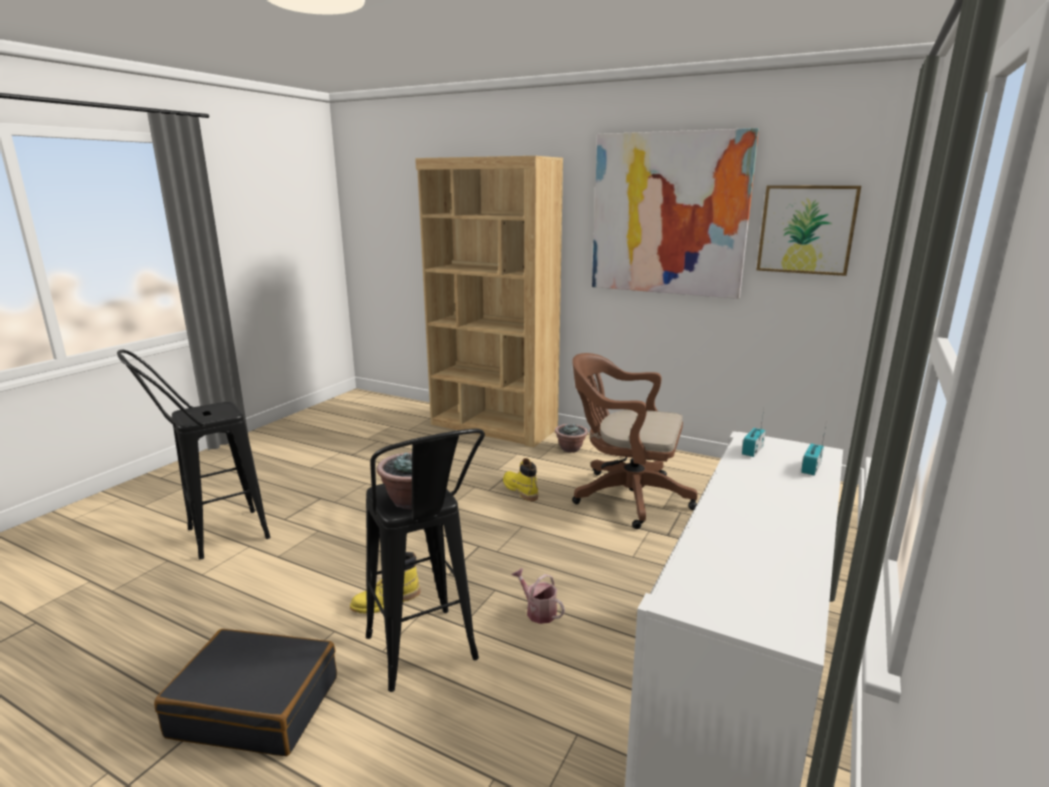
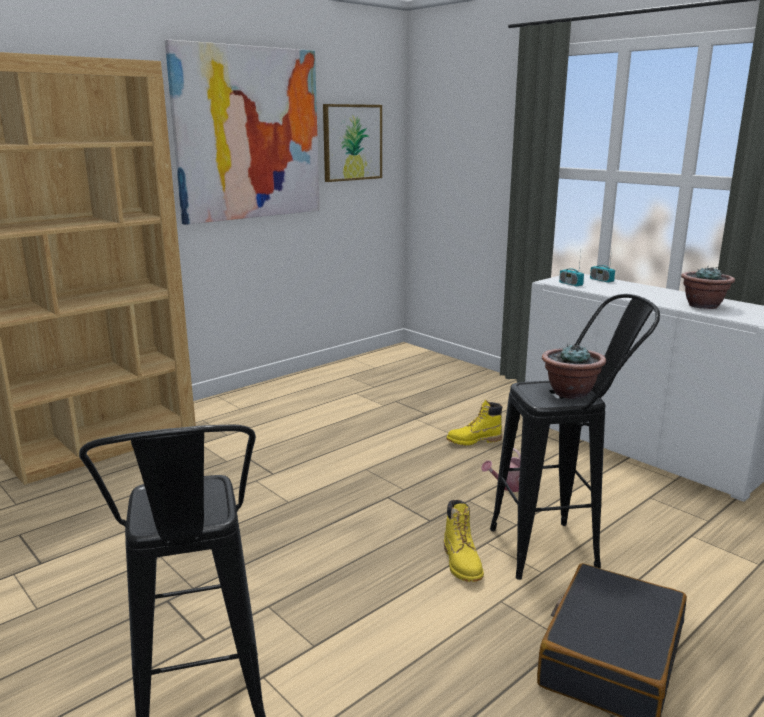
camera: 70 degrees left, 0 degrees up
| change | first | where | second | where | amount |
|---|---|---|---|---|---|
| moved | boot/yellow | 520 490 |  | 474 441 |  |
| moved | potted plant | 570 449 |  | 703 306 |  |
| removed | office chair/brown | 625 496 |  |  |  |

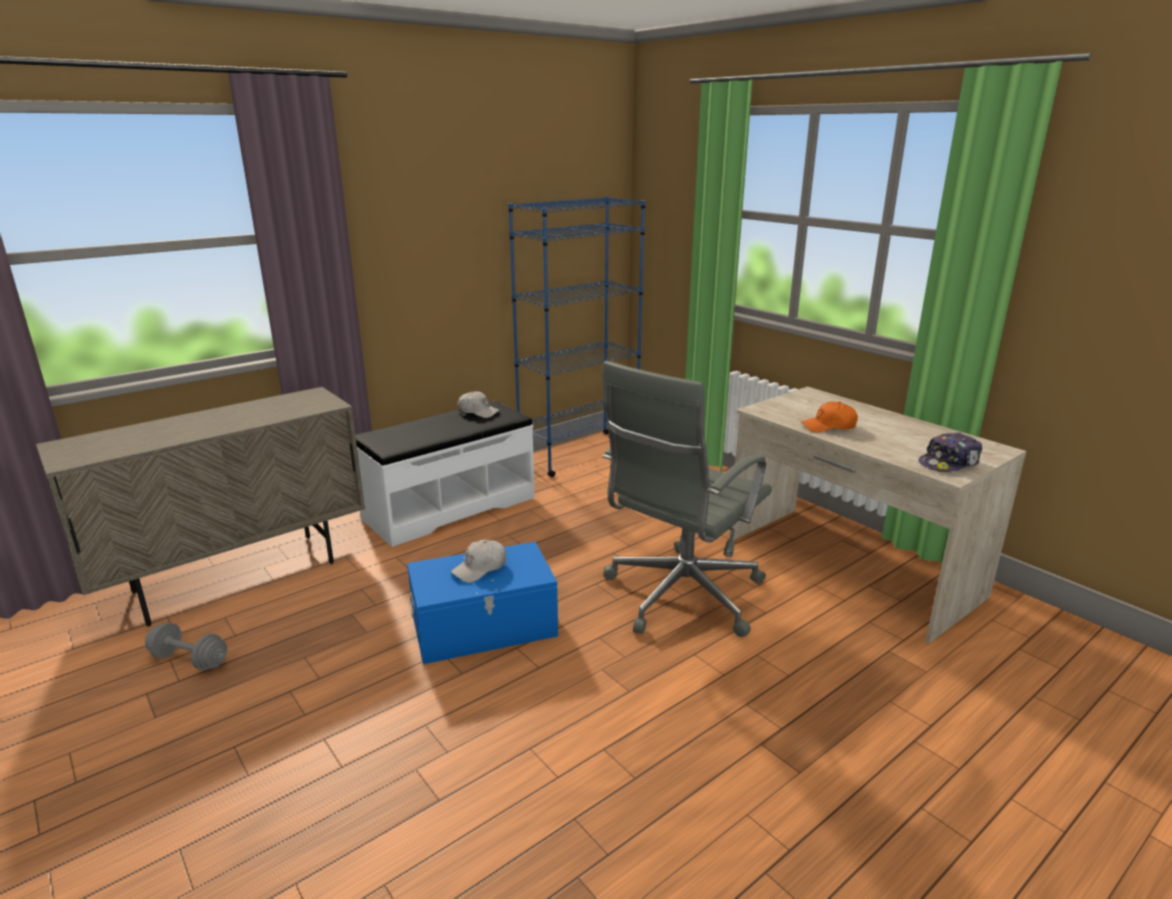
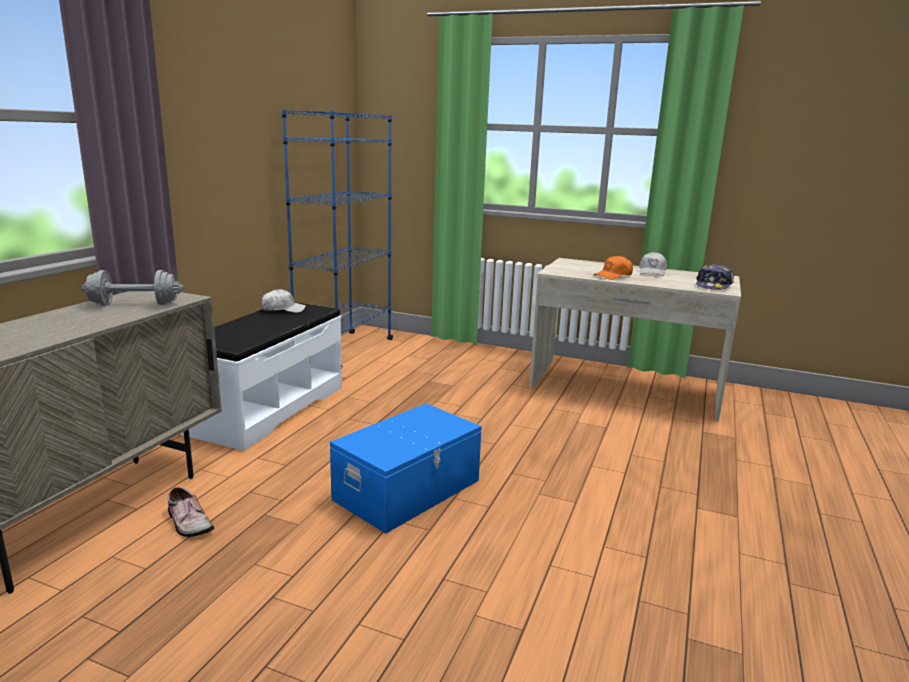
camera: 30 degrees left, 5 degrees down
| change | first | where | second | where | amount |
|---|---|---|---|---|---|
| moved | dumbbell/grey | 189 660 |  | 135 304 |  |
| moved | cap/white | 480 568 |  | 652 272 |  |
| removed | office chair/grey | 680 596 |  |  |  |
| added |  |  | shoe | 187 522 |  |

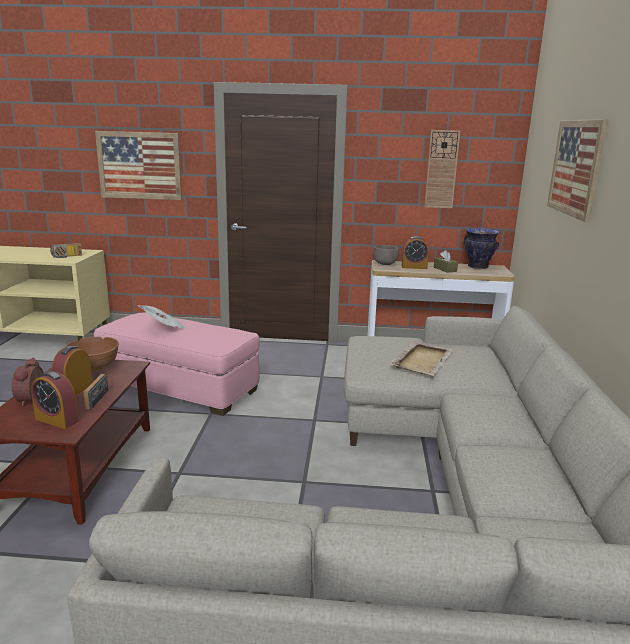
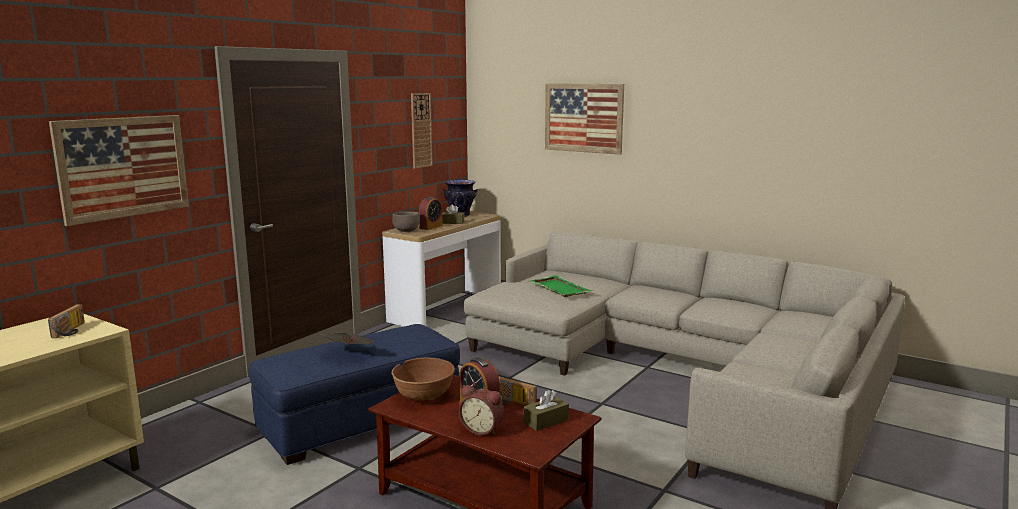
camera: 60 degrees left, 5 degrees down
| change | first | where | second | where | amount |
|---|---|---|---|---|---|
| replaced | alarm clock | 56 420 | tissue box/brown | 546 421 |  |
| recoloured | ottoman/pink | 179 387 | ottoman/blue | 360 422 |  |
| recoloured | tray/beige | 422 360 | tray/green | 559 288 |  |

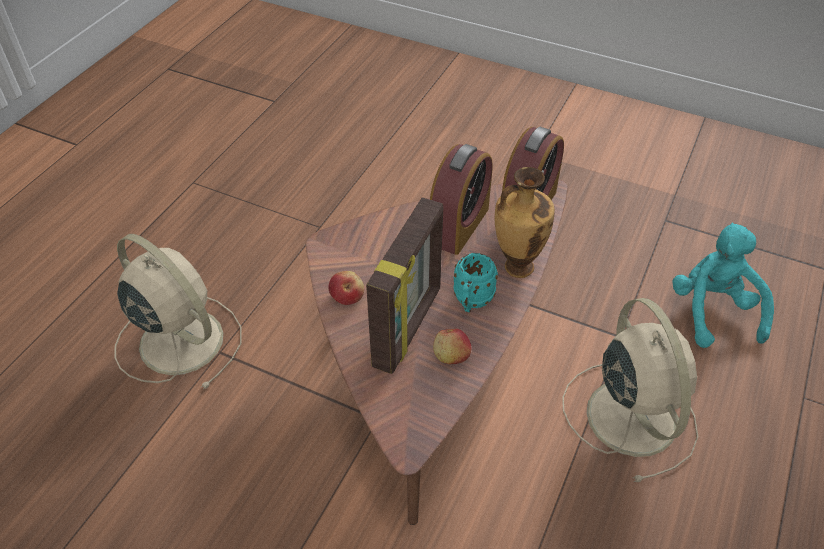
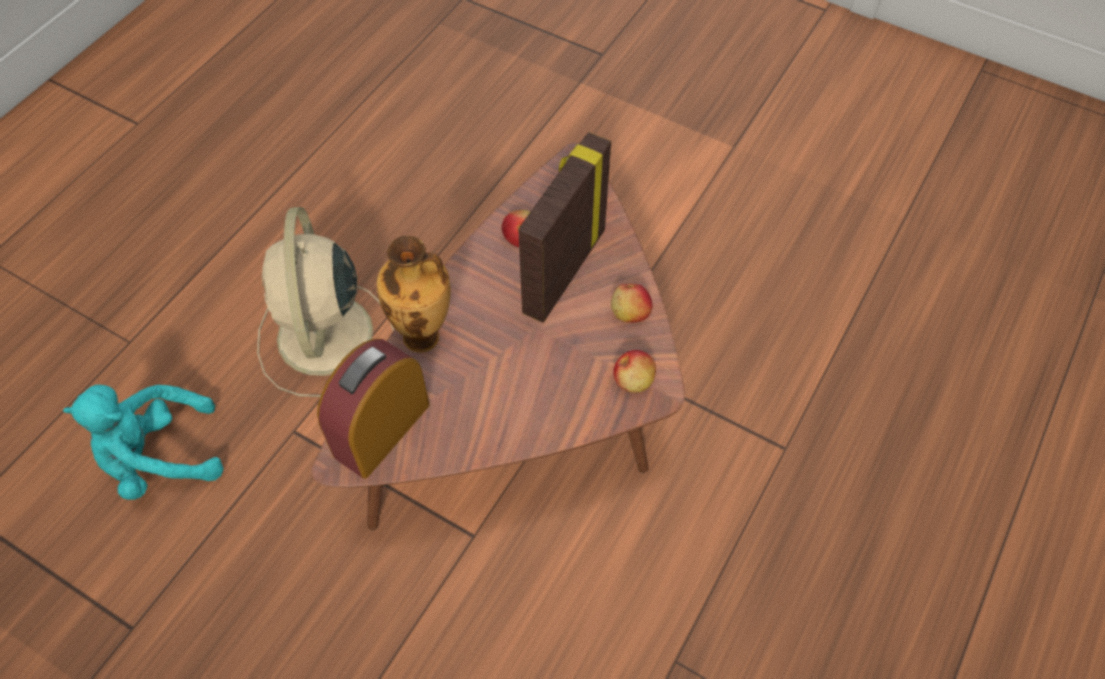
camera: 175 degrees left, 10 degrees up
| change | first | where | second | where | amount |
|---|---|---|---|---|---|
| removed | fan/beige | 179 339 |  |  |  |
| removed | alarm clock | 459 225 |  |  |  |
| removed | mug/turquoise | 471 301 |  |  |  |
| turned | plush toy/turquoise | 713 311 |  | 160 458 | 75 degrees clockwise |
| added |  |  | apple | 633 380 |  |

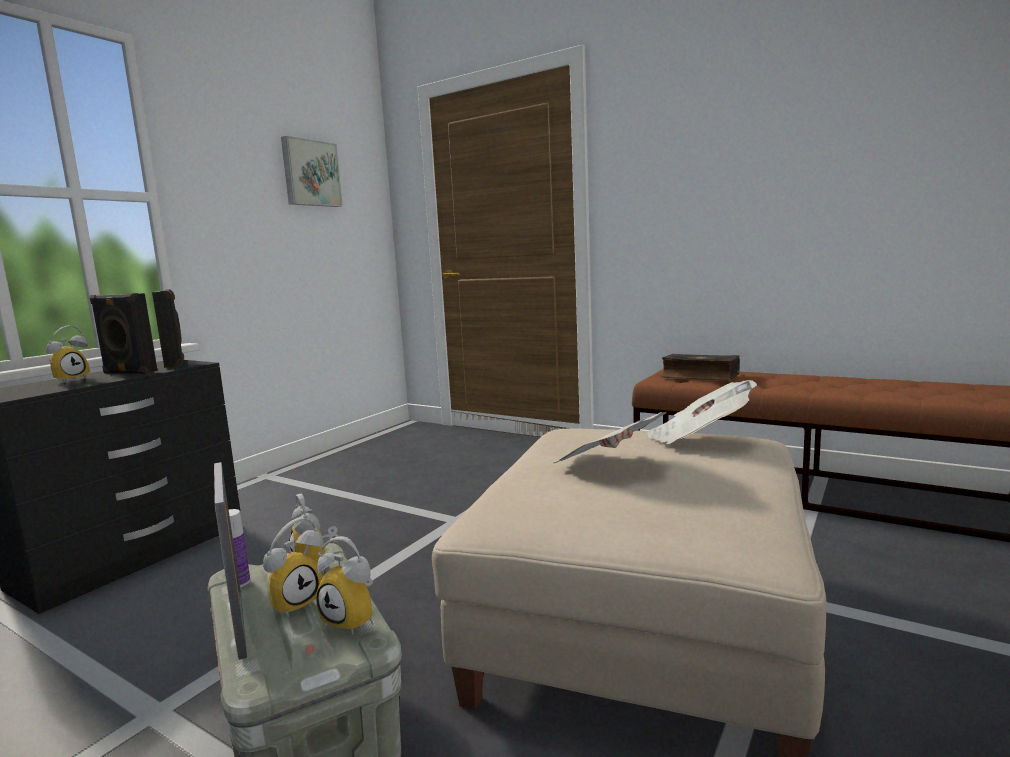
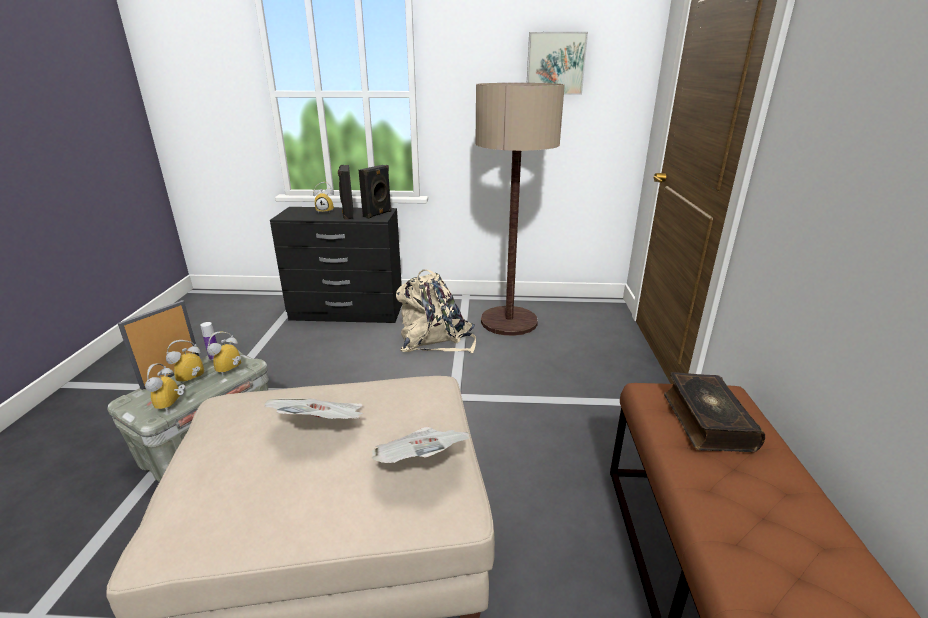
camera: 60 degrees right, 15 degrees up
| change | first | where | second | where | amount |
|---|---|---|---|---|---|
| turned | alarm clock | 296 601 |  | 192 381 | 120 degrees clockwise |
| added |  |  | backpack/beige | 435 340 |  |
| added |  |  | floor lamp | 509 322 |  |

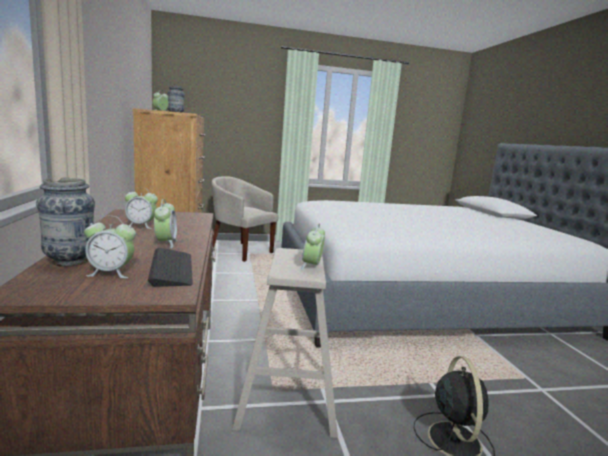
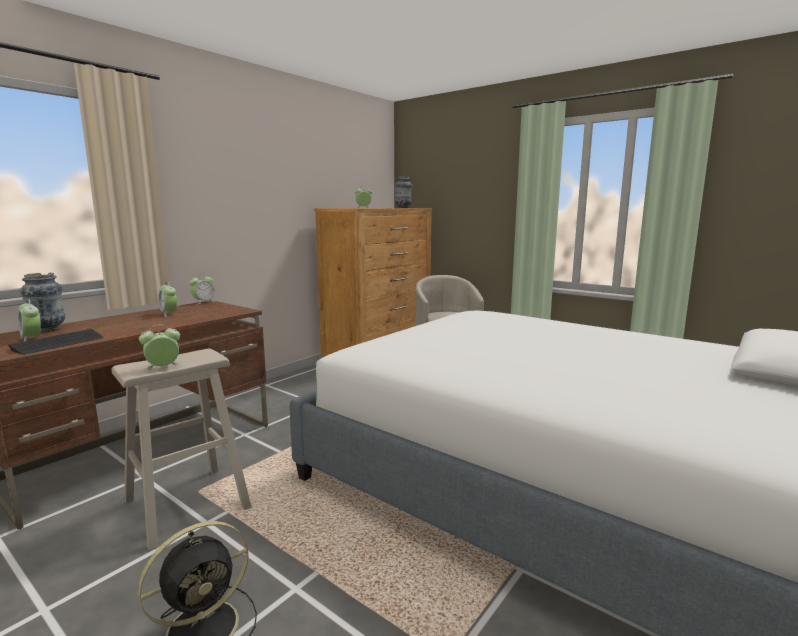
camera: 50 degrees right, 0 degrees up
| change | first | where | second | where | amount |
|---|---|---|---|---|---|
| moved | alarm clock | 166 243 |  | 203 302 |  |

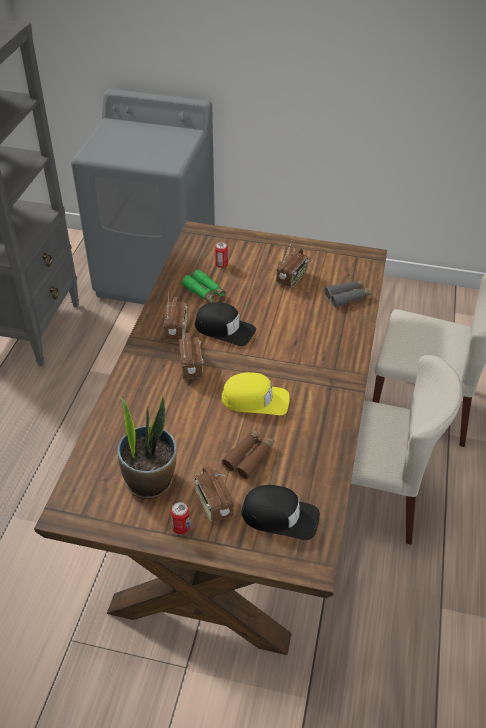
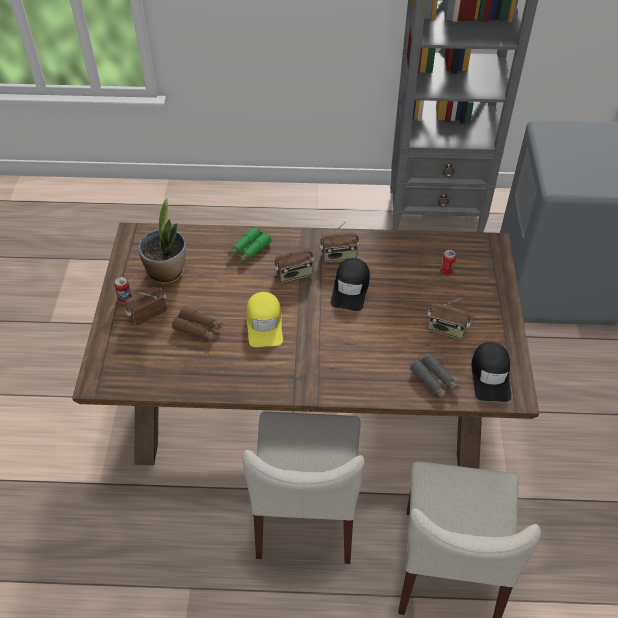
camera: 80 degrees right, 5 degrees up
| change | first | where | second | where | amount |
|---|---|---|---|---|---|
| moved | binoculars/green | 204 292 |  | 249 250 |  |
| moved | cap/black | 280 516 |  | 490 375 |  |

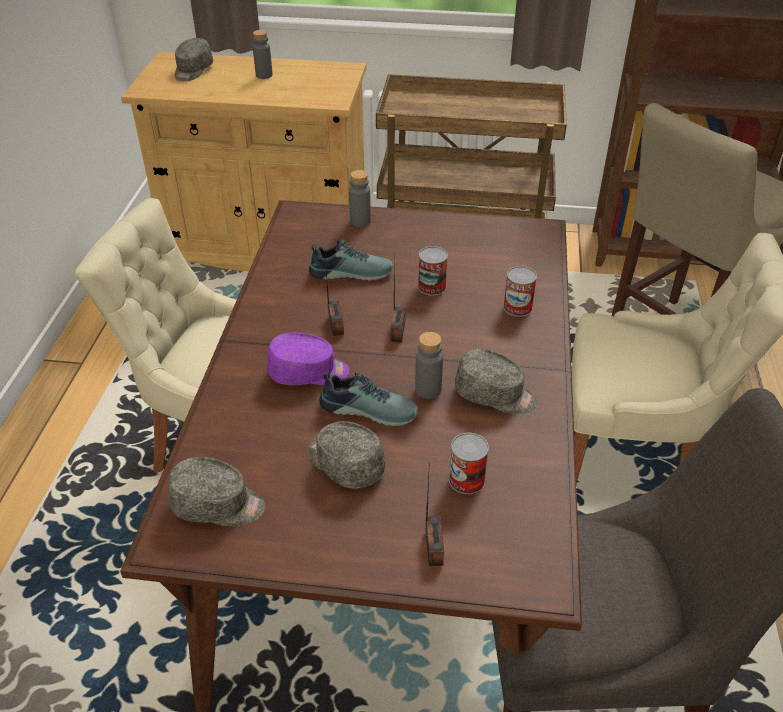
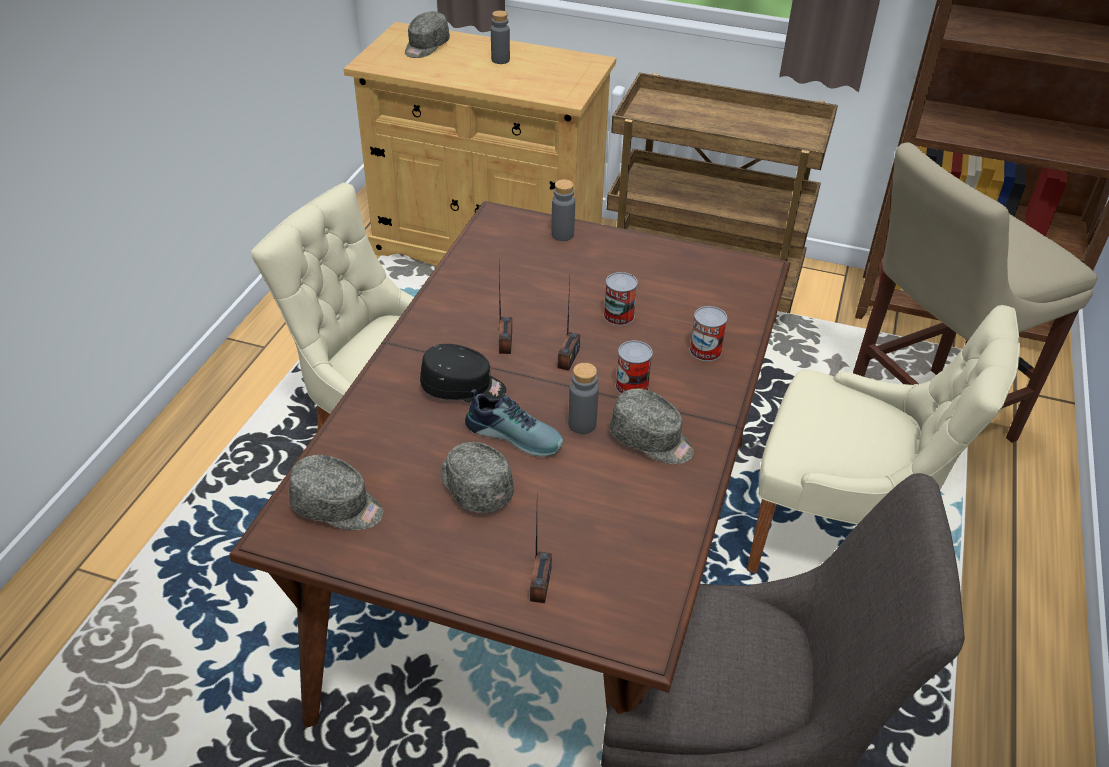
camera: 10 degrees right, 0 degrees up
| change | first | where | second | where | amount |
|---|---|---|---|---|---|
| recoloured | cap/purple | 309 372 | cap/black | 463 388 |  |
| removed | shoe | 351 271 |  |  |  |
| moved | can | 466 480 |  | 632 386 |  |

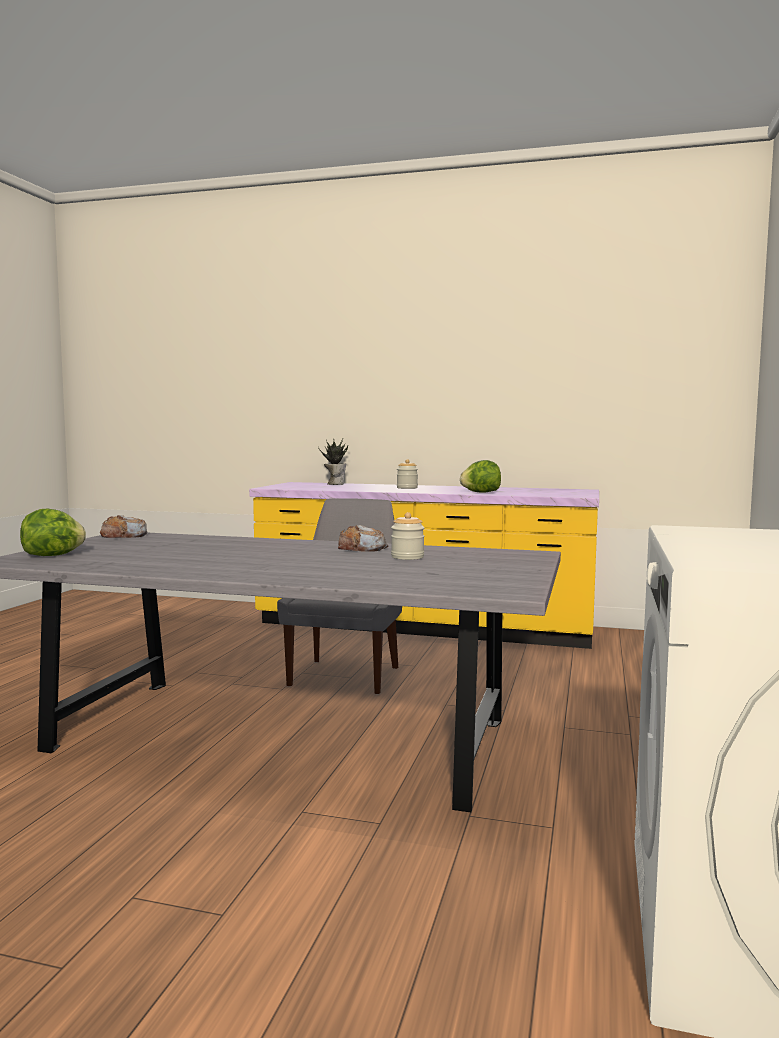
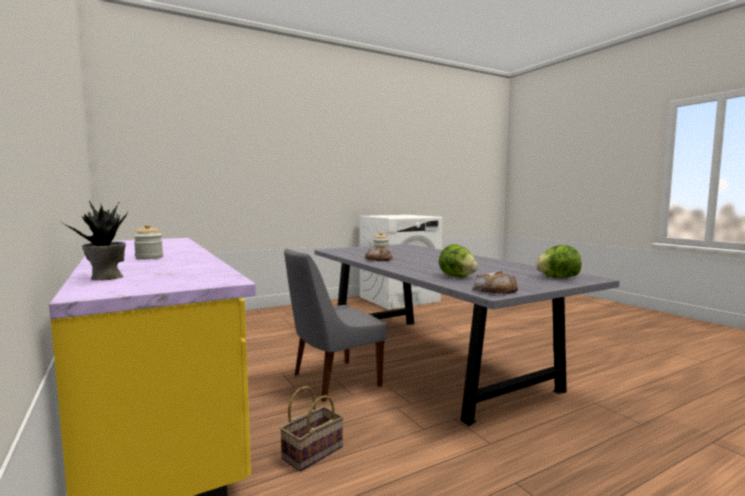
camera: 135 degrees left, 0 degrees up
| change | first | where | second | where | amount |
|---|---|---|---|---|---|
| moved | lettuce | 481 492 |  | 457 277 |  |
| added |  |  | basket | 313 451 |  |

